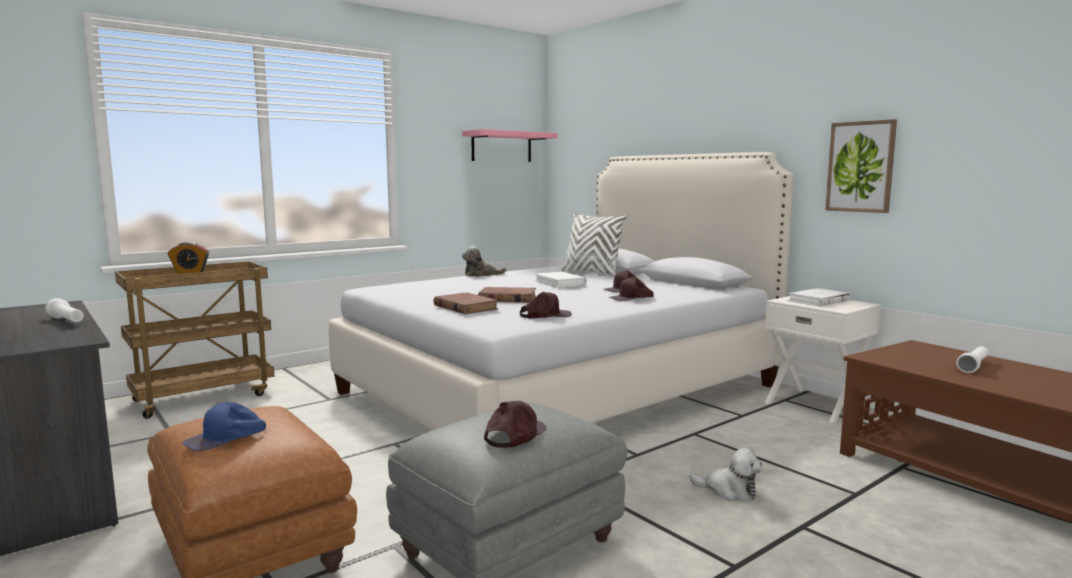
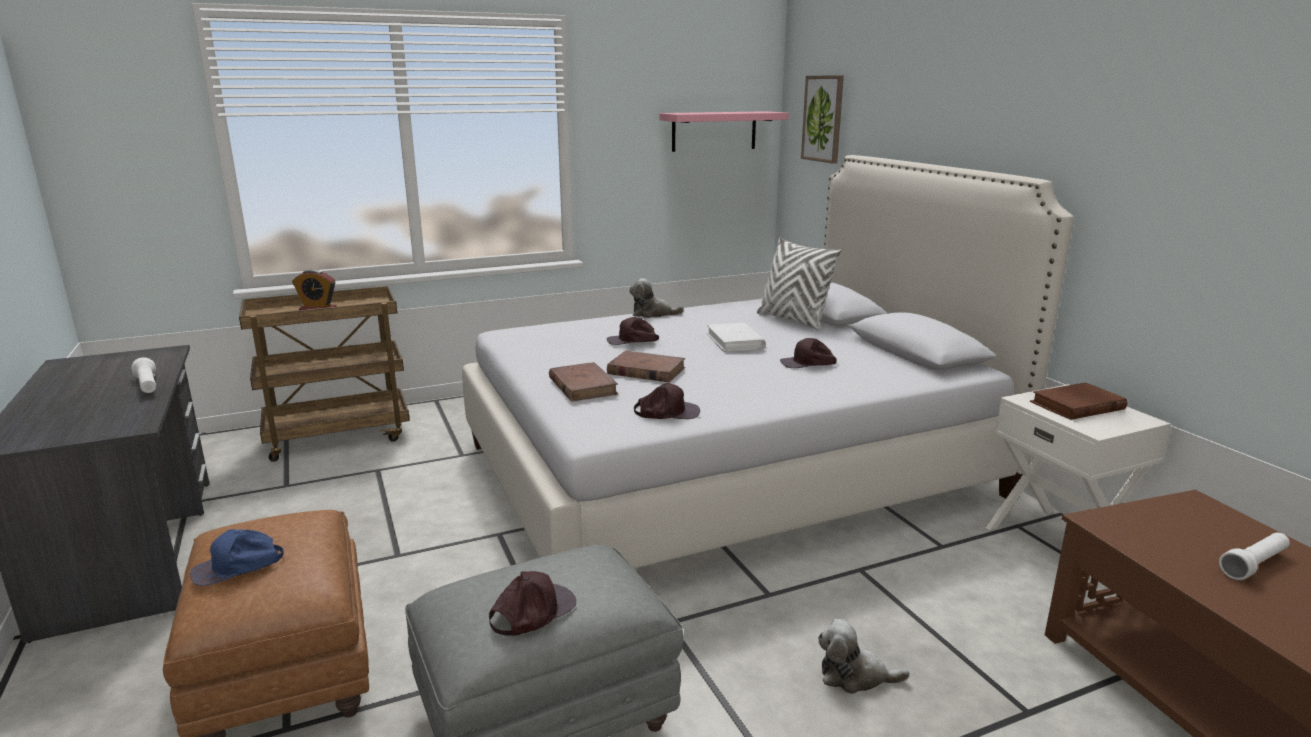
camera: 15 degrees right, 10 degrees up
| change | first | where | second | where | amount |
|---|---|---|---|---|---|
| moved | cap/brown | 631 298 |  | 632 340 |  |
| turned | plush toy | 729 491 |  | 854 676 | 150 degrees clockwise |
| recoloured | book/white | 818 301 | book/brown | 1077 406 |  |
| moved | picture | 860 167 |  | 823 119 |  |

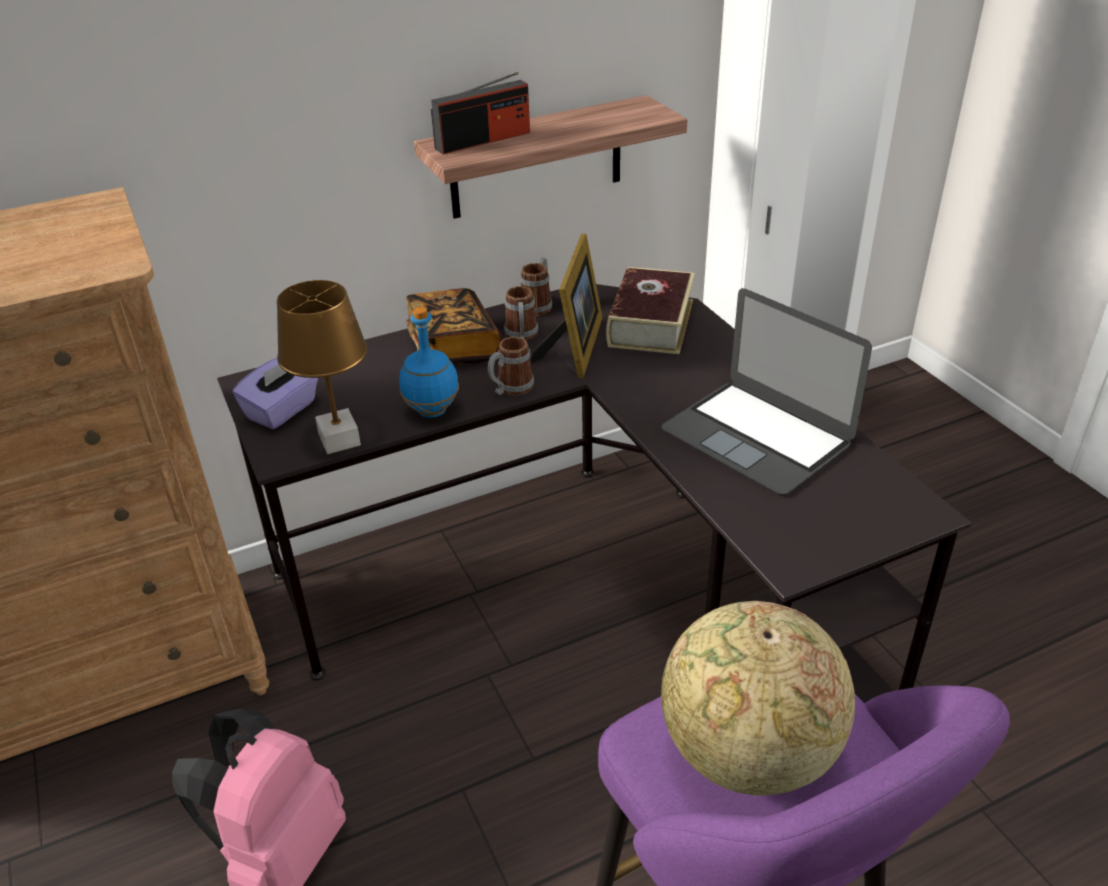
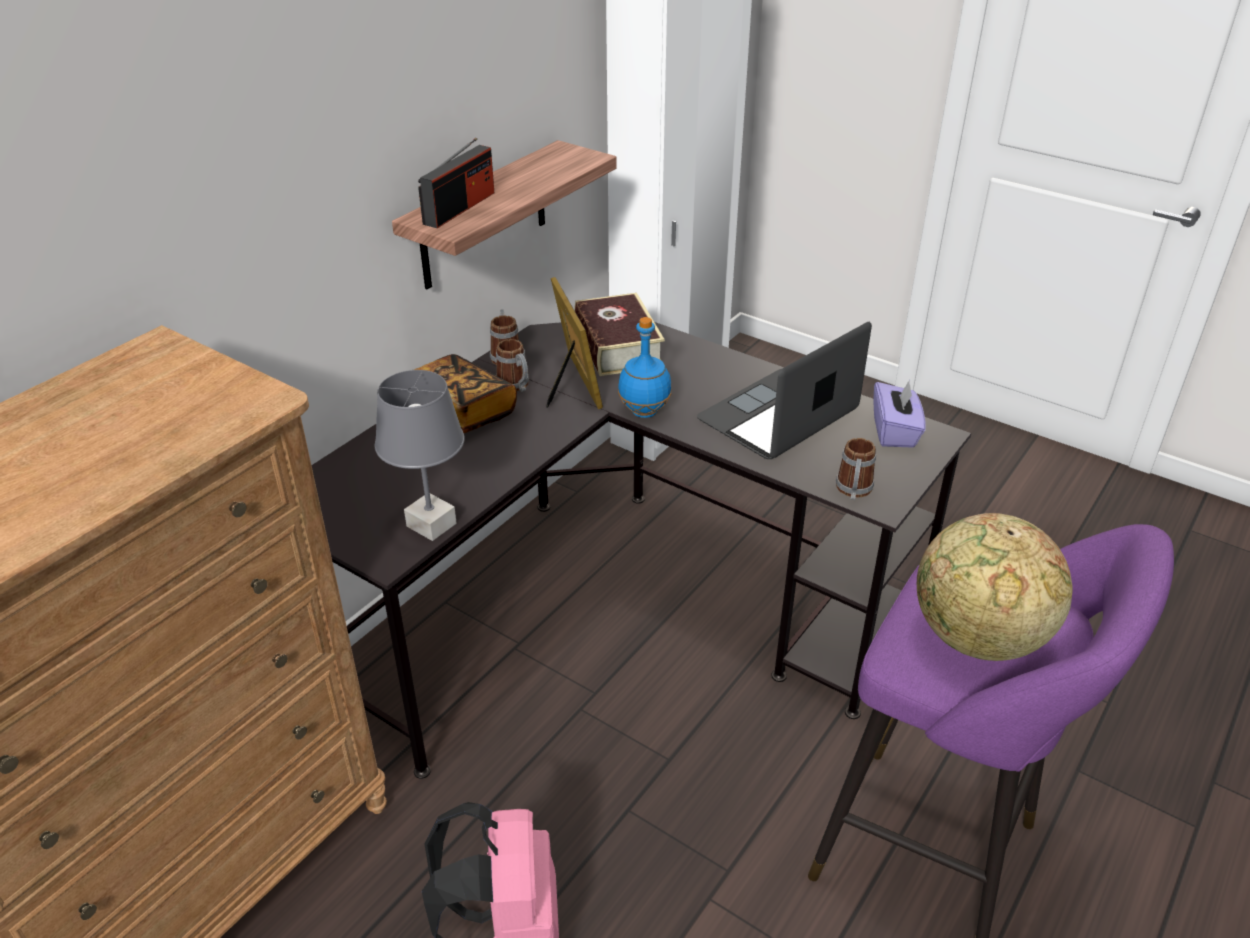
camera: 30 degrees left, 0 degrees up
| change | first | where | second | where | amount |
|---|---|---|---|---|---|
| moved | tissue box/purple | 282 411 |  | 895 432 |  |
| recoloured | table lamp/brown | 340 440 | table lamp/grey | 432 525 |  |
| moved | bottle/blue | 432 411 |  | 645 412 |  |
| moved | mug | 510 389 |  | 853 491 |  |
| turned | laptop | 756 436 |  | 778 415 | 120 degrees clockwise |

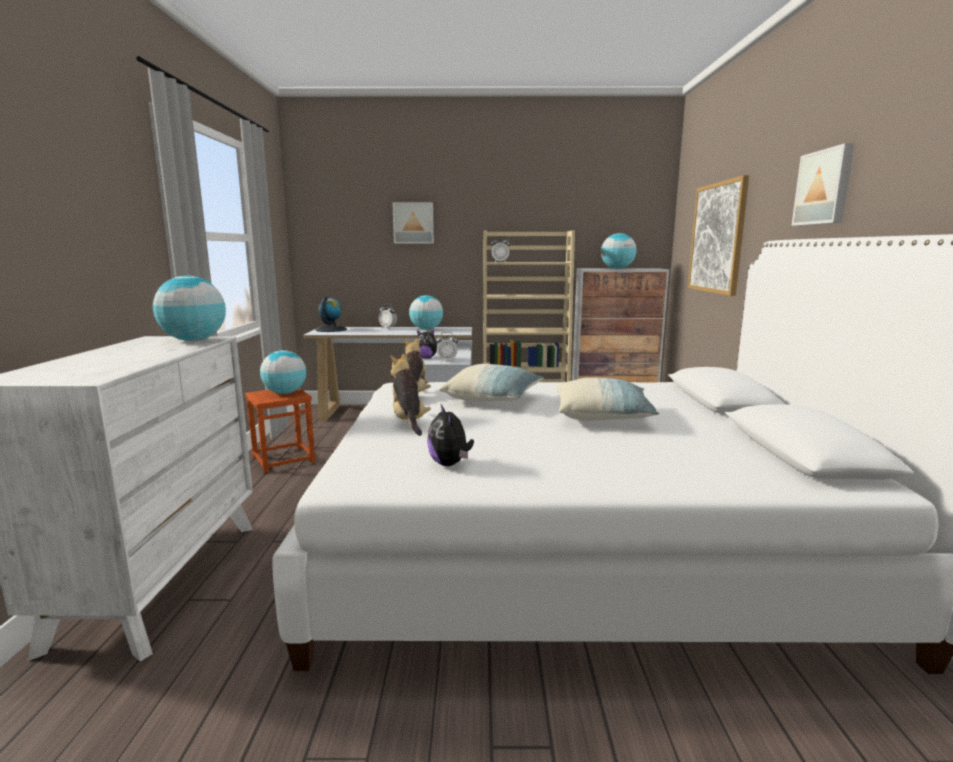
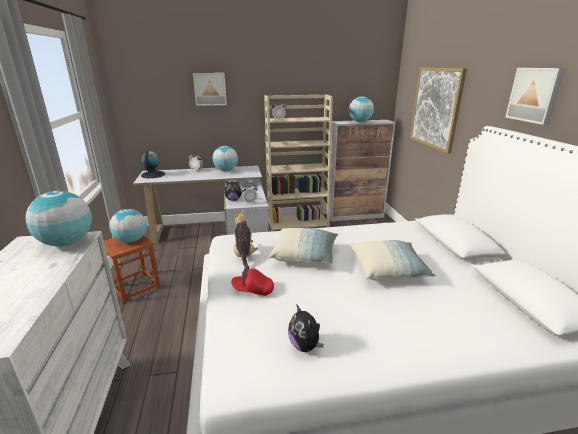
camera: 10 degrees left, 10 degrees up
| change | first | where | second | where | amount |
|---|---|---|---|---|---|
| replaced | plush toy | 408 421 | cap/red | 253 290 |  |

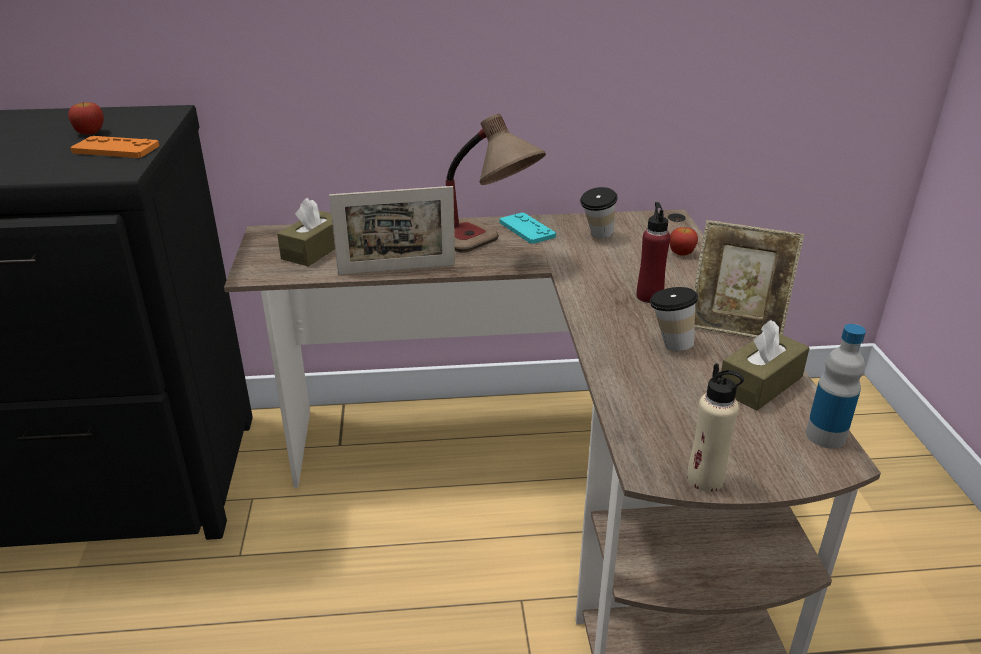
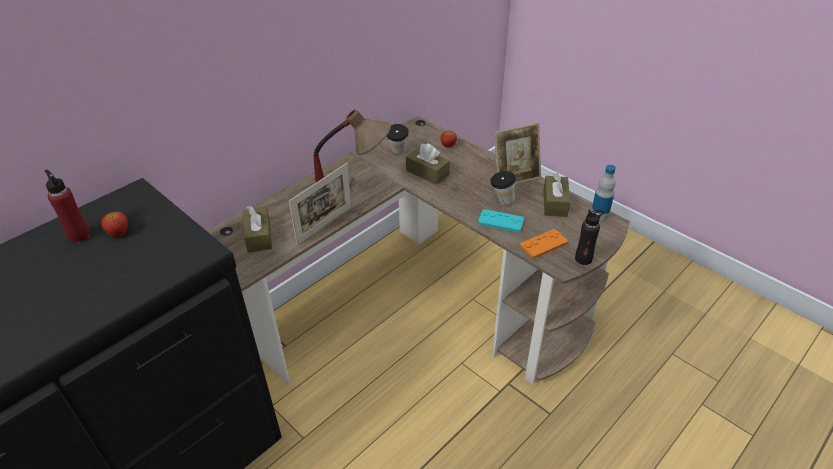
camera: 40 degrees left, 10 degrees up
| change | first | where | second | where | amount |
|---|---|---|---|---|---|
| moved | game controller/orange | 116 149 |  | 543 244 |  |
| moved | game controller/turquoise | 527 229 |  | 501 221 |  |
| moved | bottle/red | 649 296 |  | 79 235 |  |
| recoloured | bottle/beige | 705 479 | bottle/black | 583 259 |  |
| added |  |  | tissue box/brown | 427 172 |  |

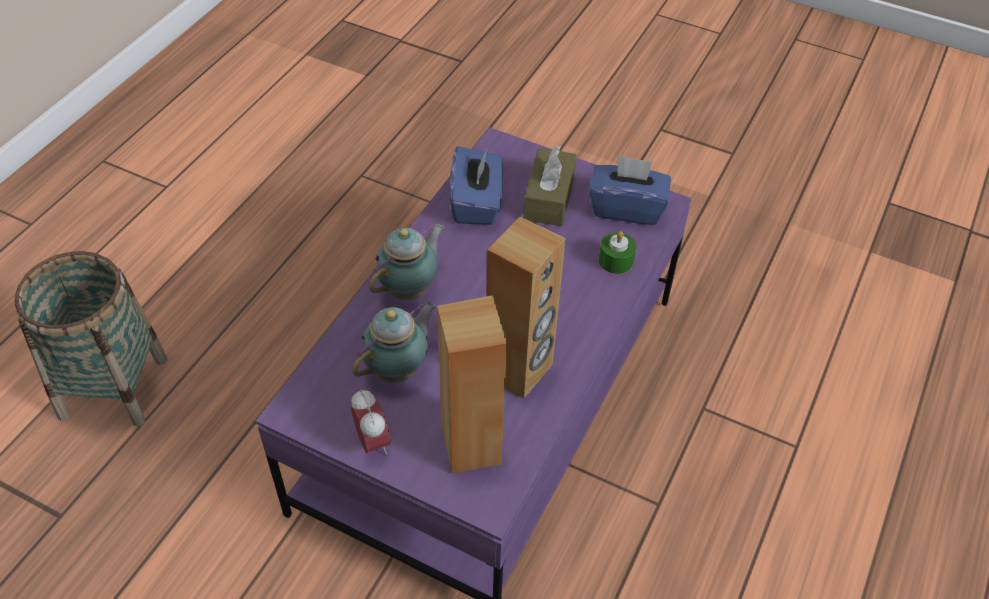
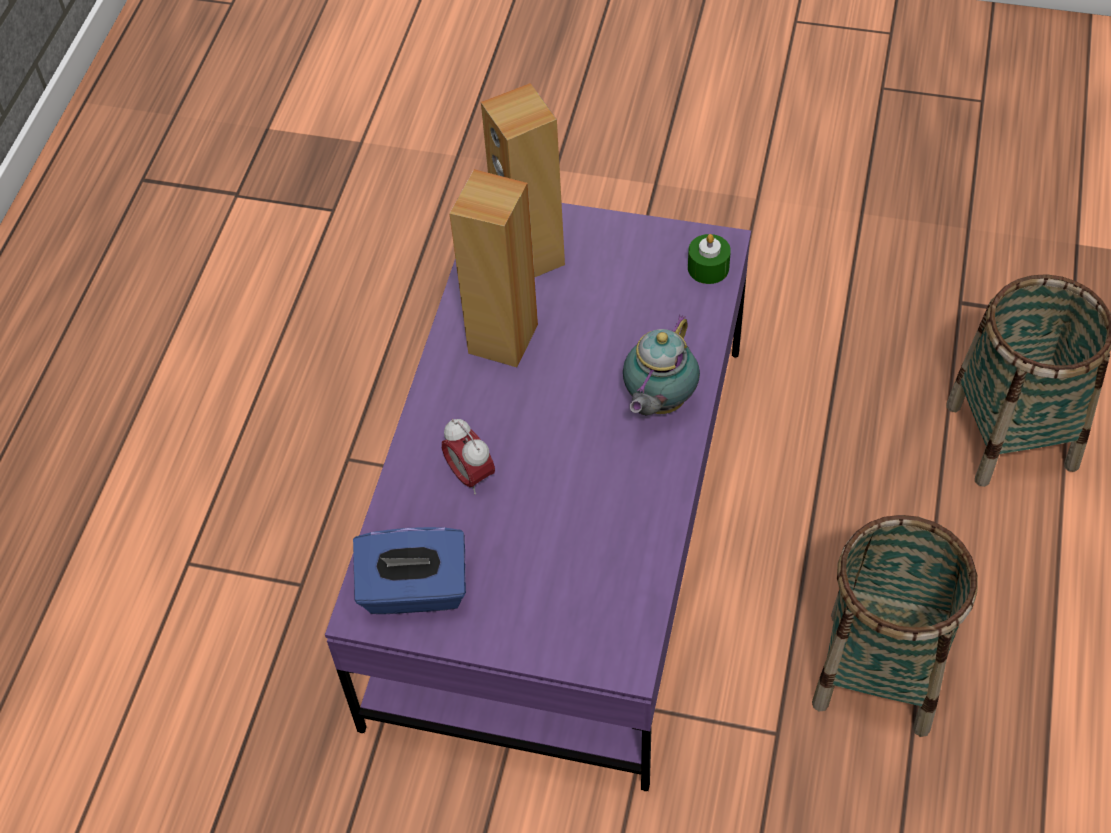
camera: 170 degrees right, 5 degrees up
| change | first | where | second | where | amount |
|---|---|---|---|---|---|
| moved | alarm clock | 373 442 |  | 470 475 |  |
| removed | teapot | 399 368 |  |  |  |
| removed | tissue box/blue | 477 203 |  |  |  |
| removed | tissue box/brown | 549 198 |  |  |  |
| moved | candle/green | 616 260 |  | 708 268 |  |
| added |  |  | basket | 878 672 |  |

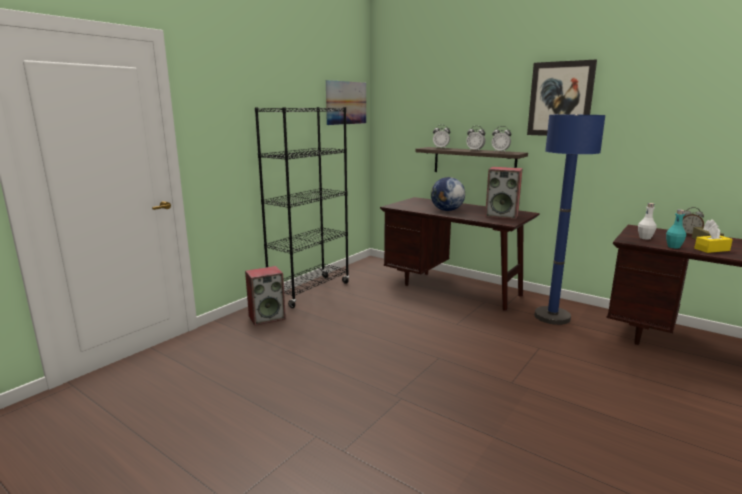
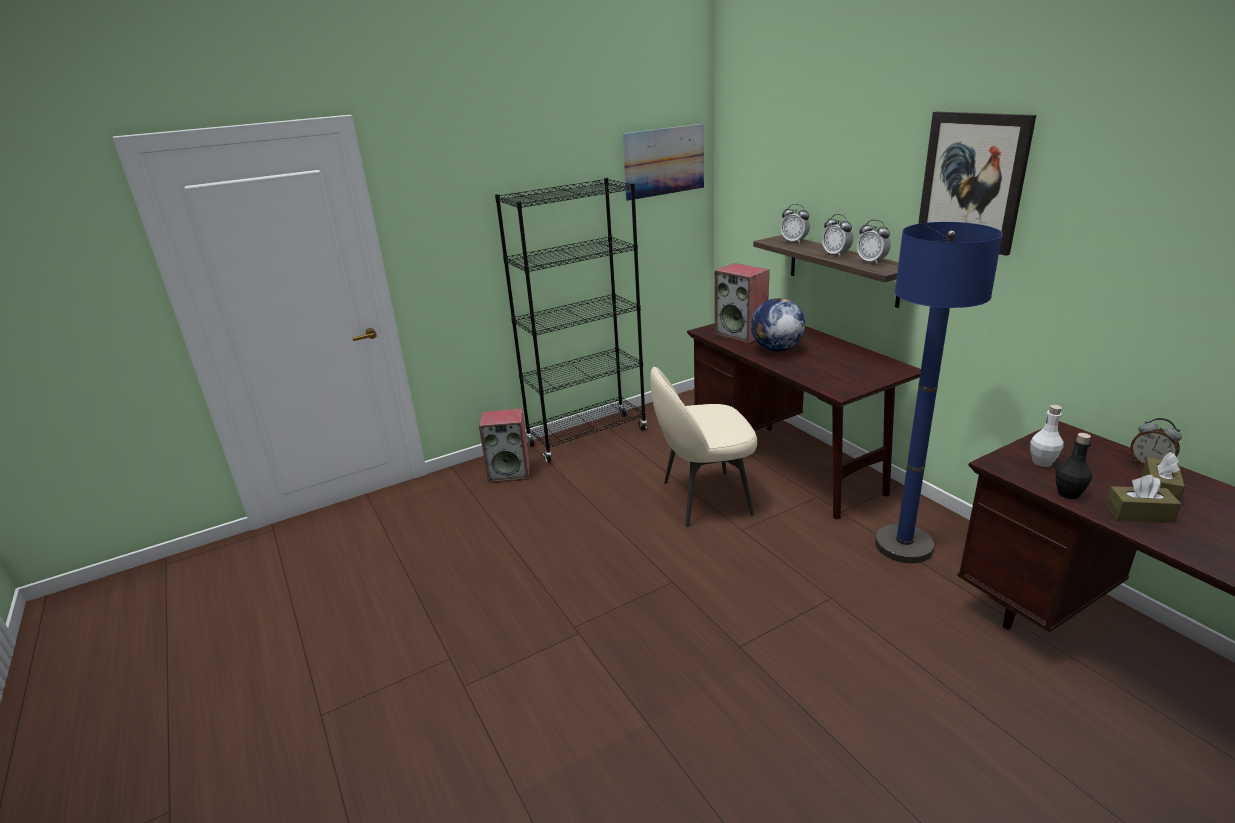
camera: 25 degrees right, 10 degrees up
| change | first | where | second | where | amount |
|---|---|---|---|---|---|
| moved | speaker | 502 215 |  | 741 334 |  |
| recoloured | bottle/turquoise | 673 247 | bottle/black | 1068 494 |  |
| recoloured | tissue box/yellow | 711 249 | tissue box/brown | 1139 513 |  |
| added |  |  | chair/beige | 703 498 |  |

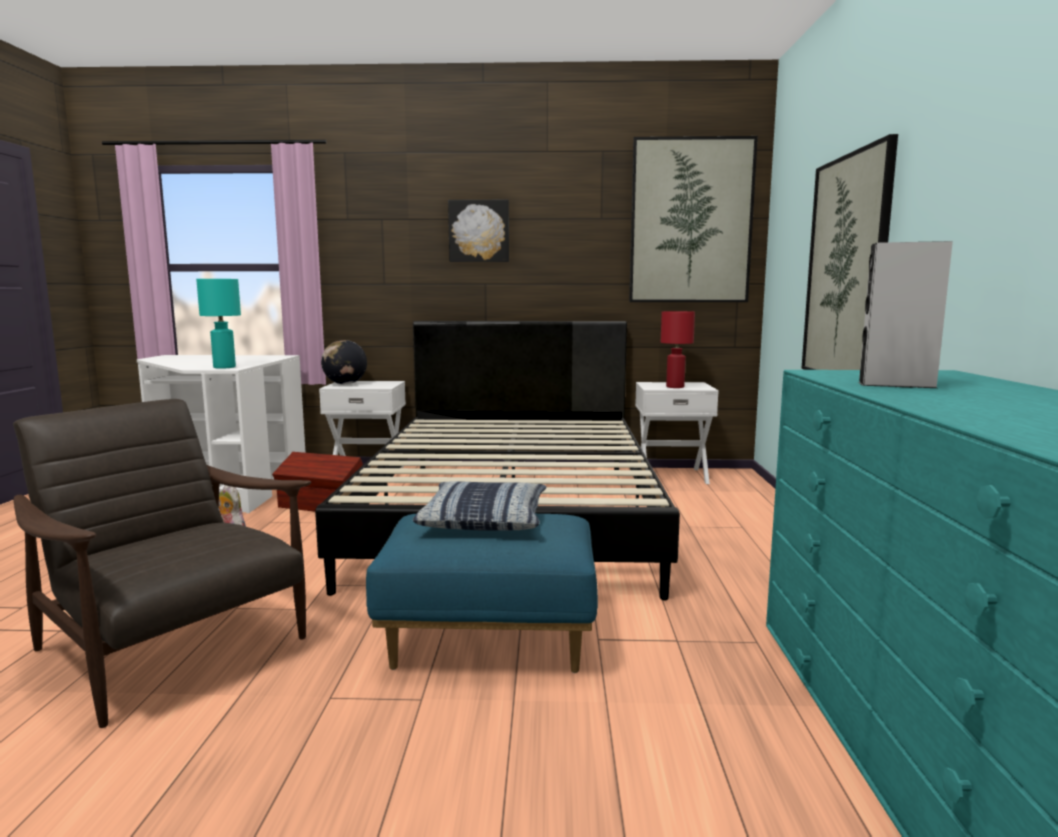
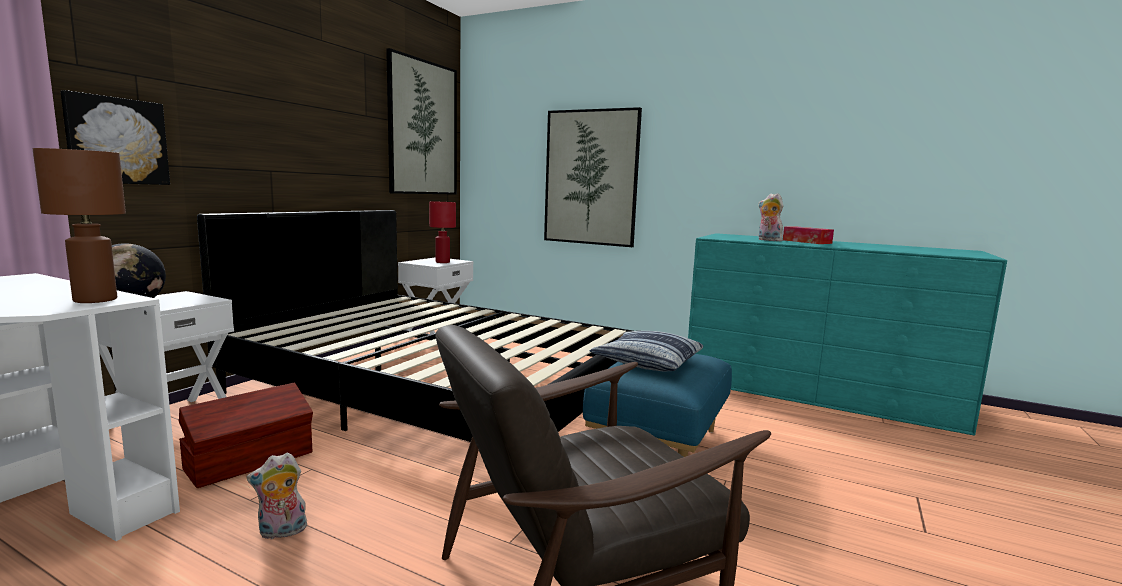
camera: 65 degrees left, 0 degrees up
| change | first | where | second | where | amount |
|---|---|---|---|---|---|
| recoloured | table lamp/turquoise | 224 367 | table lamp/brown | 94 300 |  |
| moved | picture | 479 231 |  | 116 141 |  |
| replaced | speaker/grey | 896 385 | plush toy | 768 240 |  |
| added |  |  | tissue box | 806 242 |  |

